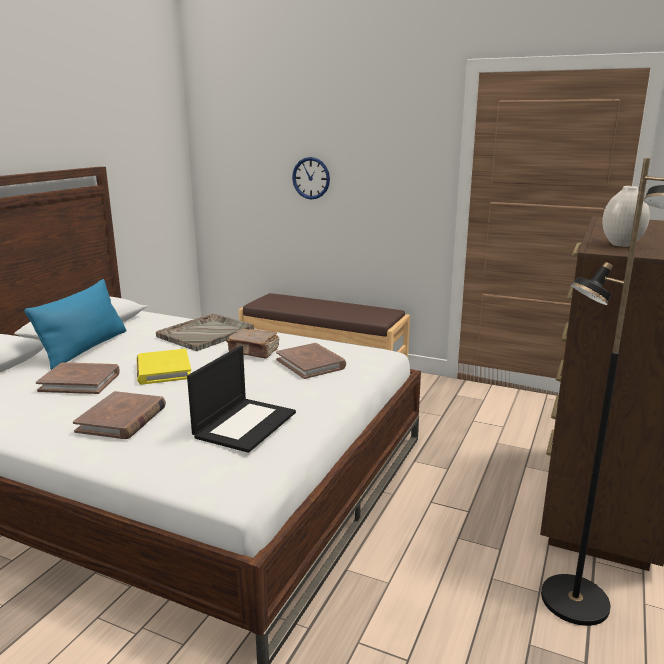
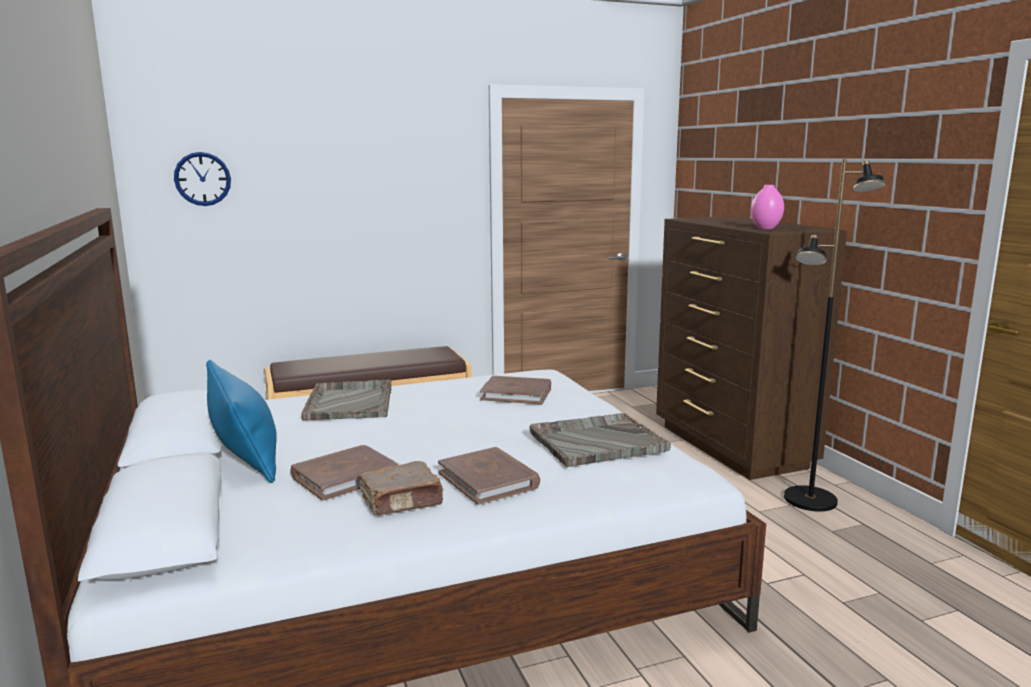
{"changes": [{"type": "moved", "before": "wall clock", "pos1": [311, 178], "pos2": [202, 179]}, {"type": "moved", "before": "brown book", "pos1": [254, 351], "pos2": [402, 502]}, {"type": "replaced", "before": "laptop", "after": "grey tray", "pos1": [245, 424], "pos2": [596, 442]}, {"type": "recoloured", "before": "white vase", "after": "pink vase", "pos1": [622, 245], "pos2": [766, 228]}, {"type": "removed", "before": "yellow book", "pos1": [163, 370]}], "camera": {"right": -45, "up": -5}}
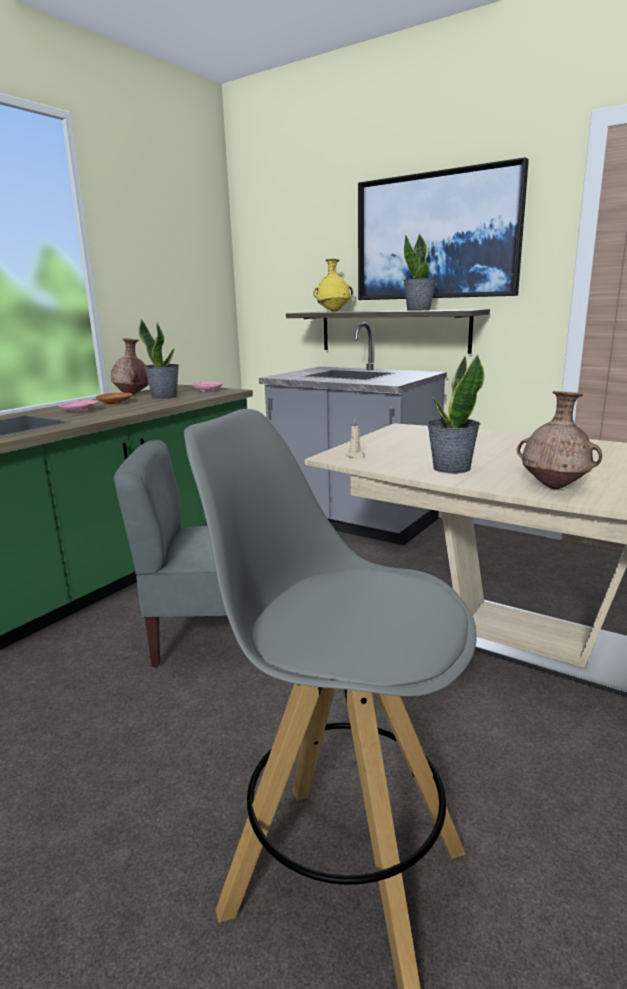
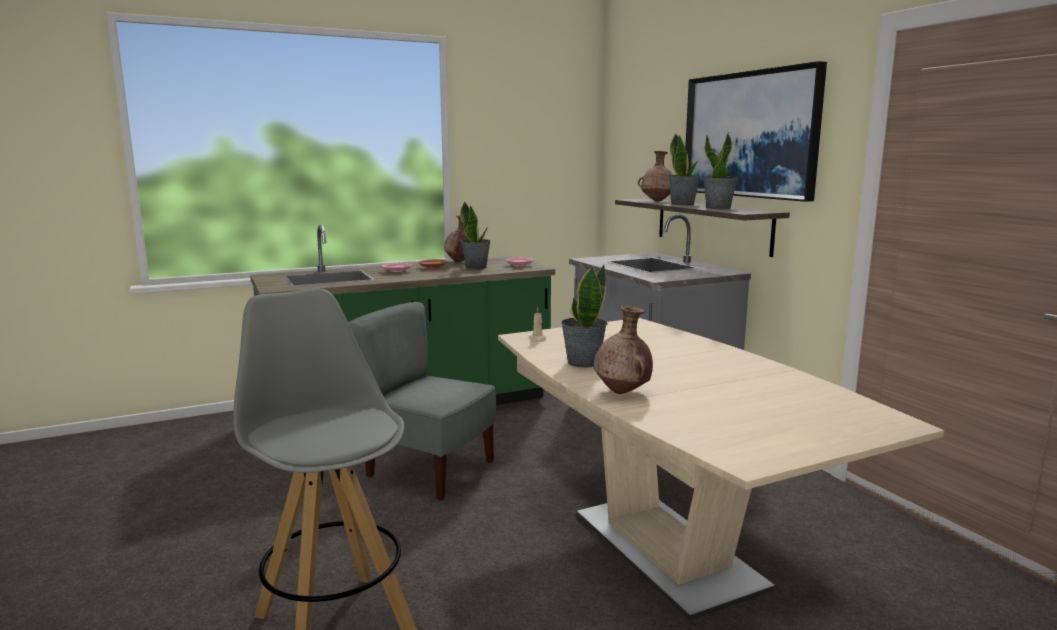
{"changes": [{"type": "recoloured", "before": "yellow vase", "after": "brown vase", "pos1": [334, 311], "pos2": [658, 201]}, {"type": "added", "after": "potted plant", "pos2": [683, 204]}], "camera": {"right": 30, "up": -5}}
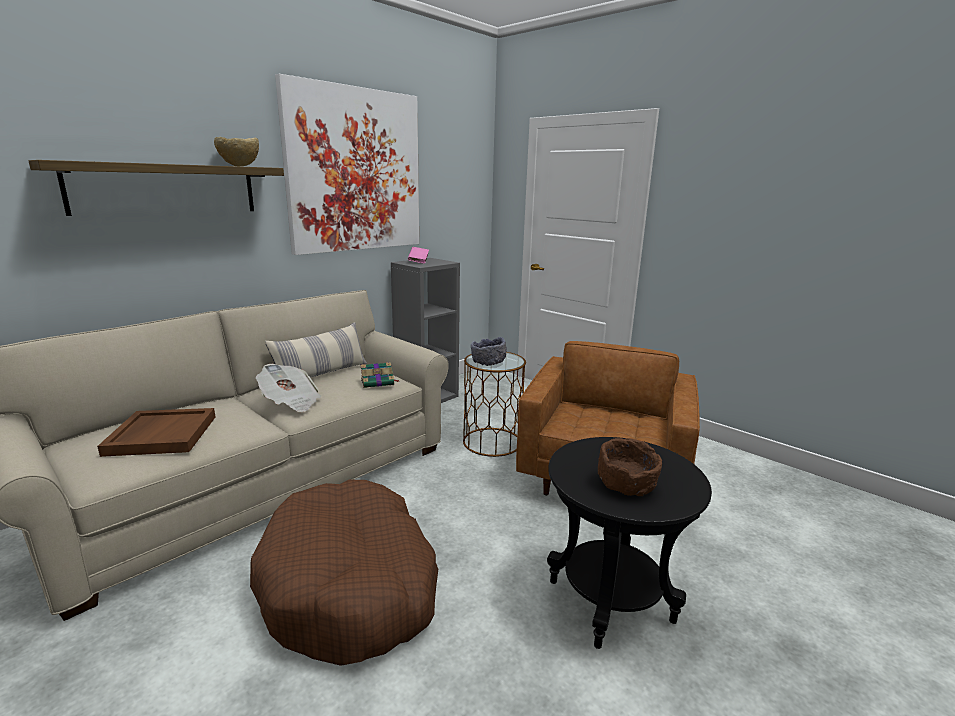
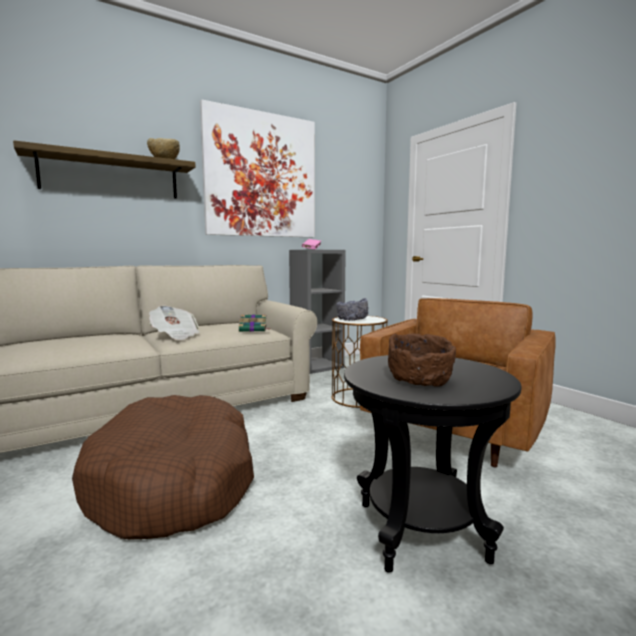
{"changes": [{"type": "removed", "before": "brown tray", "pos1": [161, 435]}, {"type": "removed", "before": "pillow", "pos1": [322, 374]}], "camera": {"right": 15, "up": -10}}
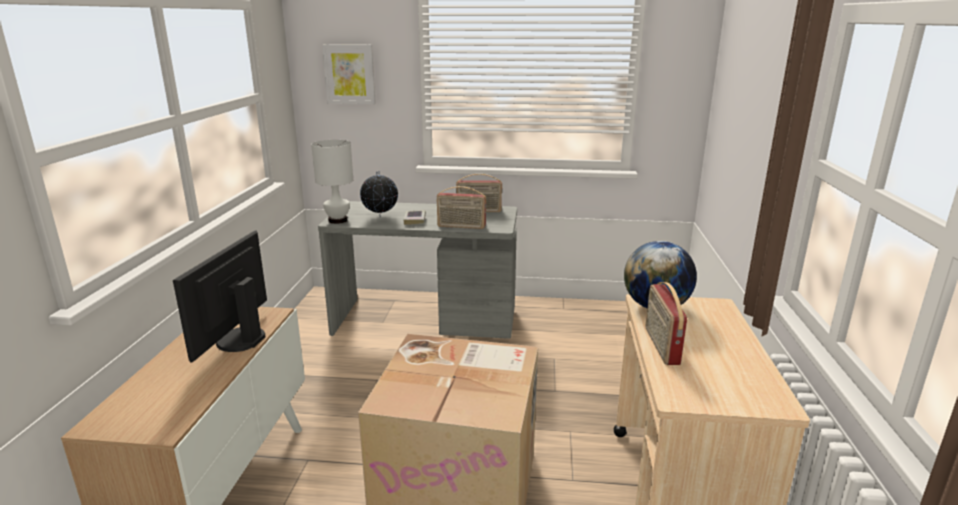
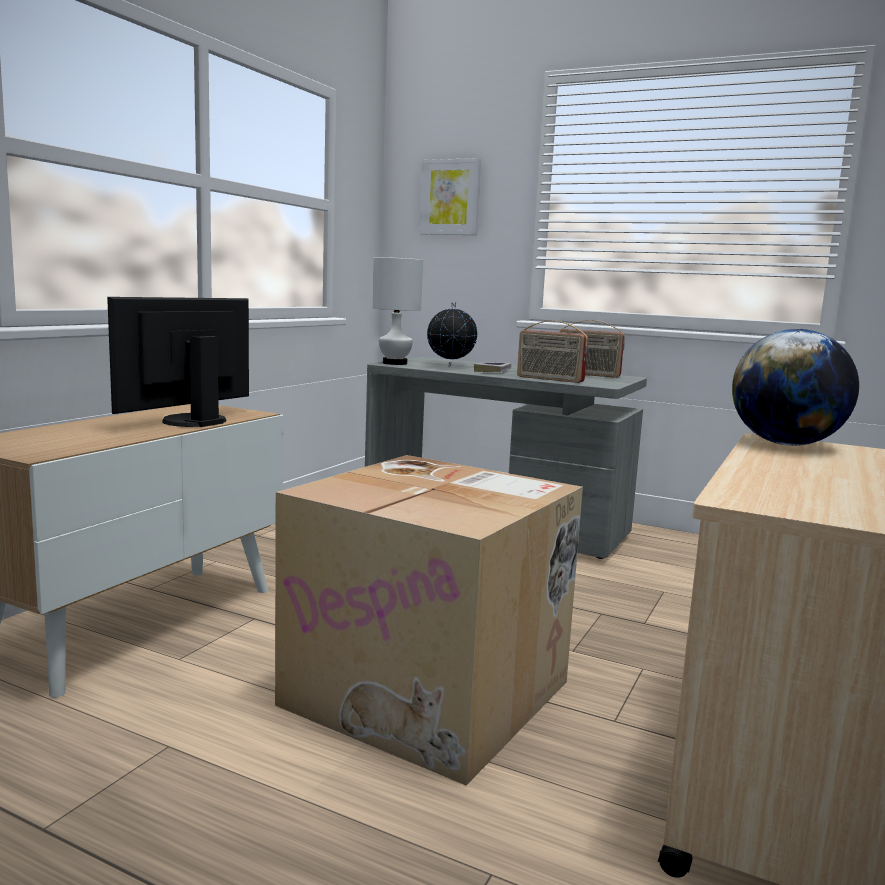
{"changes": [{"type": "removed", "before": "radio", "pos1": [660, 346]}], "camera": {"right": 20, "up": -10}}
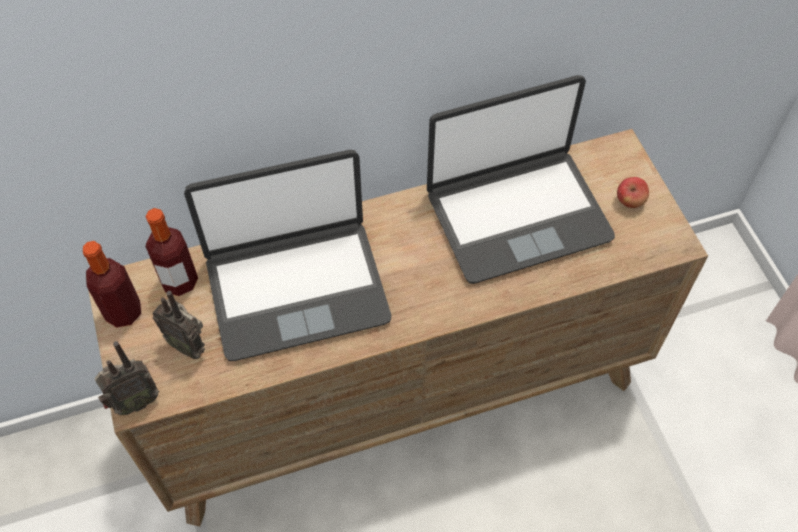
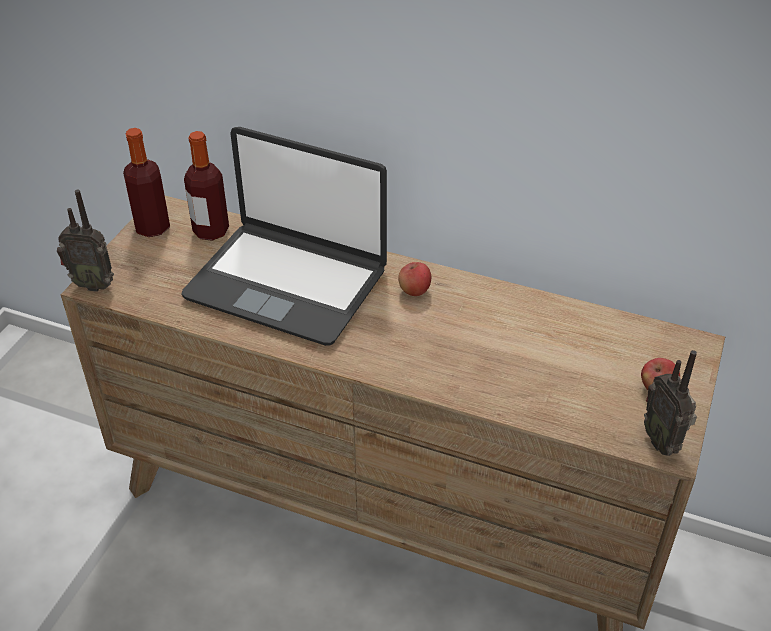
{"changes": [{"type": "added", "after": "apple", "pos2": [414, 290]}, {"type": "moved", "before": "radio", "pos1": [188, 345], "pos2": [662, 441]}, {"type": "removed", "before": "laptop", "pos1": [517, 215]}], "camera": {"right": 40, "up": -15}}
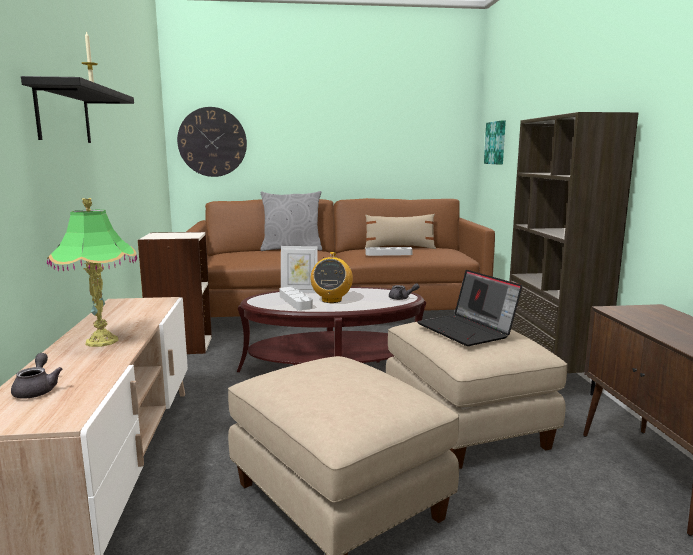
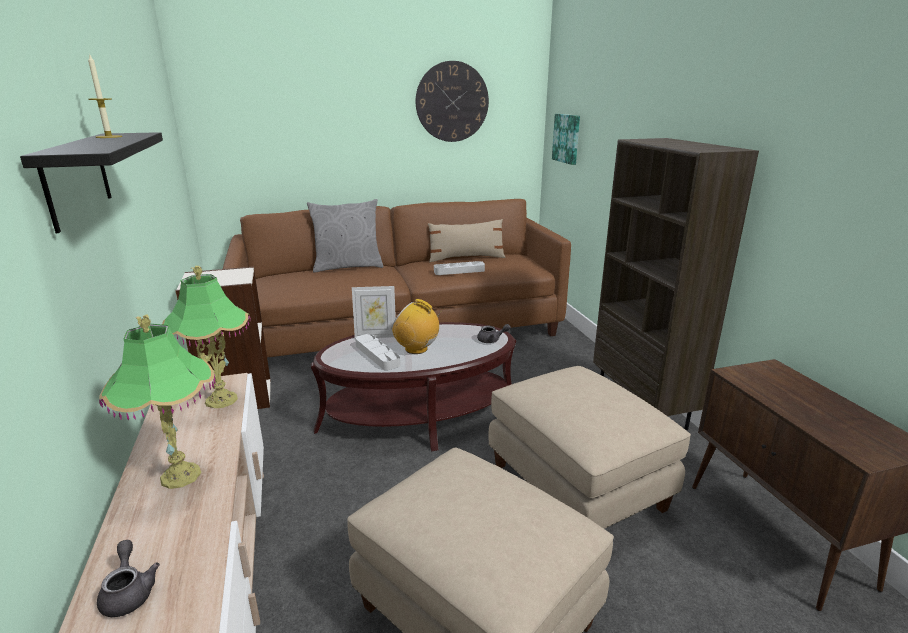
{"changes": [{"type": "added", "after": "table lamp", "pos2": [221, 400]}, {"type": "turned", "before": "radio", "pos1": [331, 300], "pos2": [416, 349], "turn": 120}, {"type": "moved", "before": "wall clock", "pos1": [212, 142], "pos2": [452, 102]}, {"type": "removed", "before": "laptop", "pos1": [467, 330]}], "camera": {"right": -10, "up": 10}}
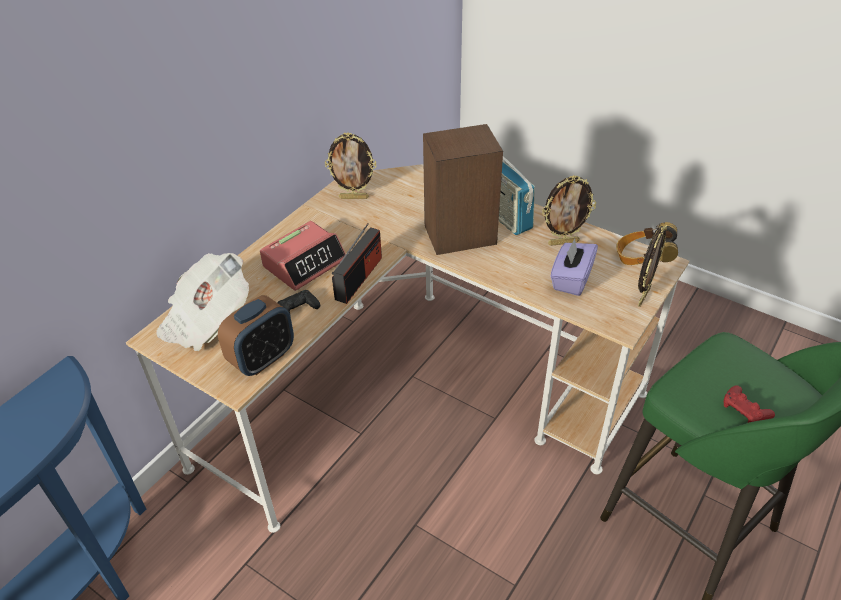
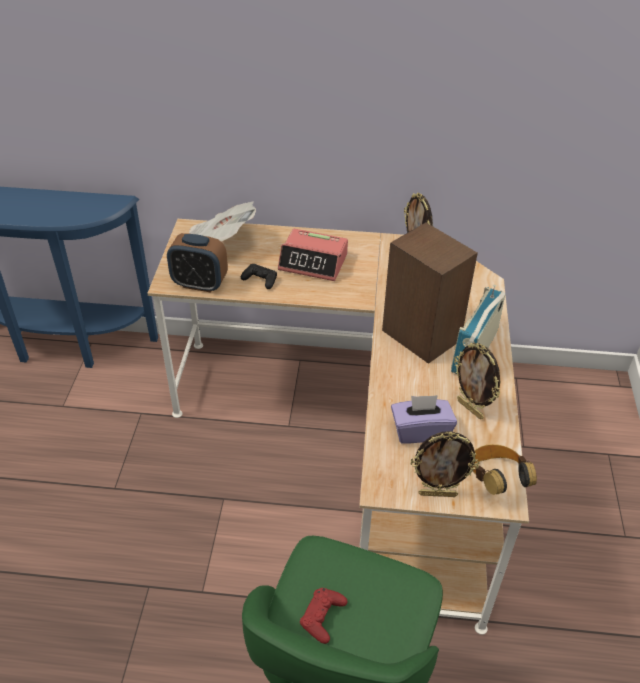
{"changes": [{"type": "removed", "before": "radio", "pos1": [359, 278]}], "camera": {"right": 60, "up": 0}}
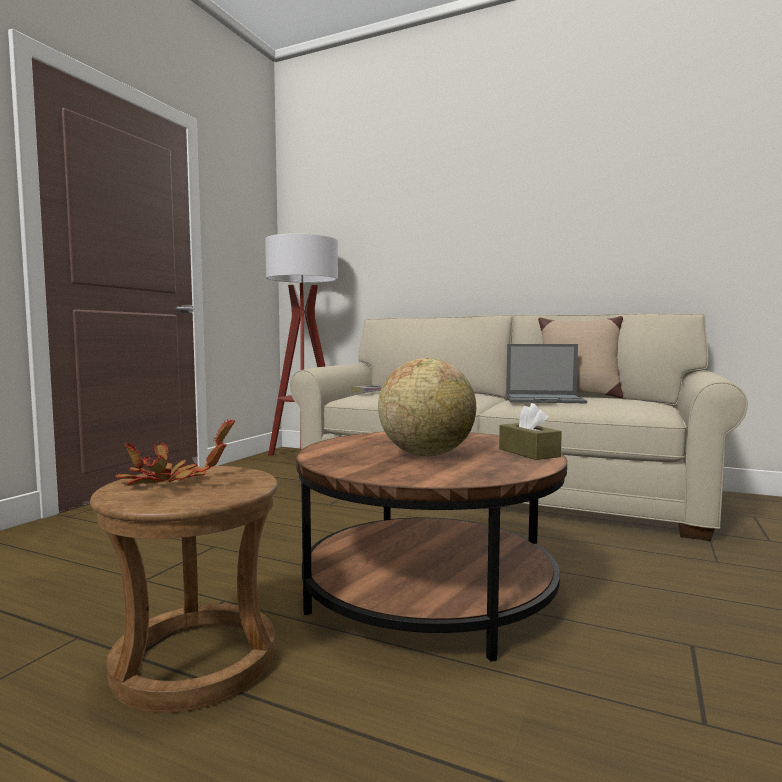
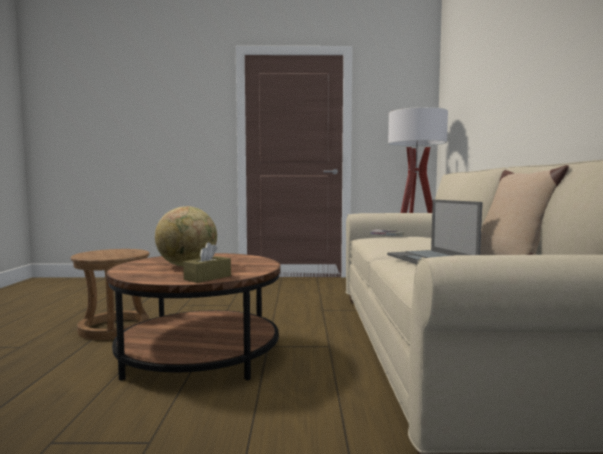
{"changes": [{"type": "removed", "before": "potted plant", "pos1": [169, 482]}], "camera": {"right": 65, "up": 0}}
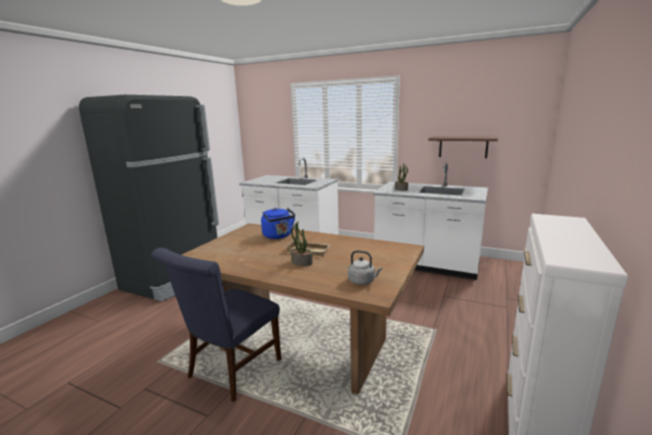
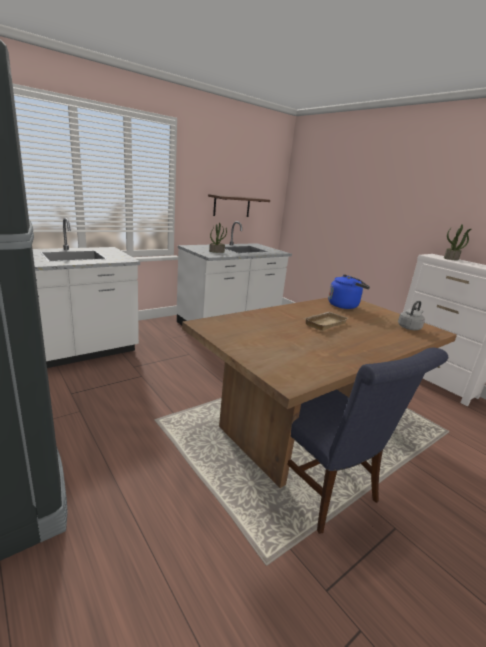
{"changes": [{"type": "moved", "before": "blue kettle", "pos1": [278, 236], "pos2": [344, 305]}, {"type": "moved", "before": "potted plant", "pos1": [301, 262], "pos2": [451, 259]}], "camera": {"right": -65, "up": 5}}
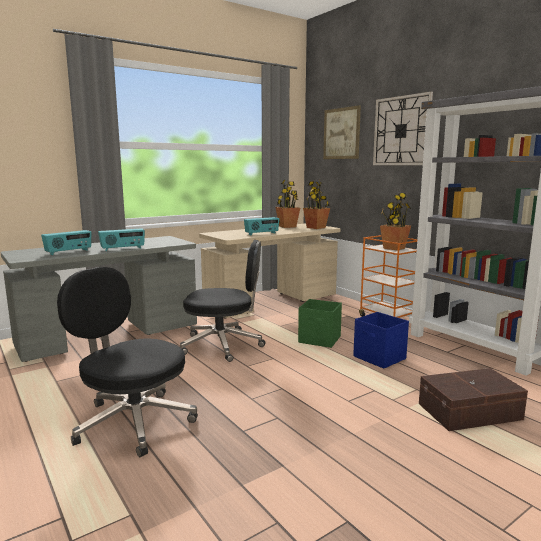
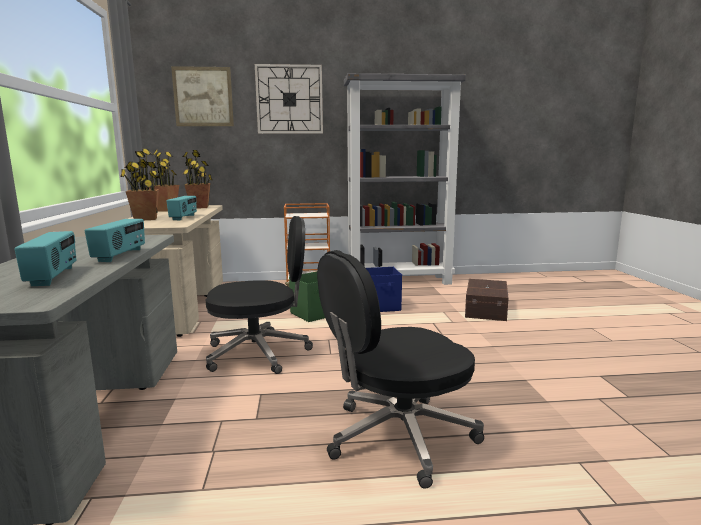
{"changes": [{"type": "moved", "before": "potted plant", "pos1": [394, 248], "pos2": [145, 219]}, {"type": "turned", "before": "black office chair", "pos1": [223, 345], "pos2": [260, 353], "turn": 45}], "camera": {"right": -60, "up": 0}}
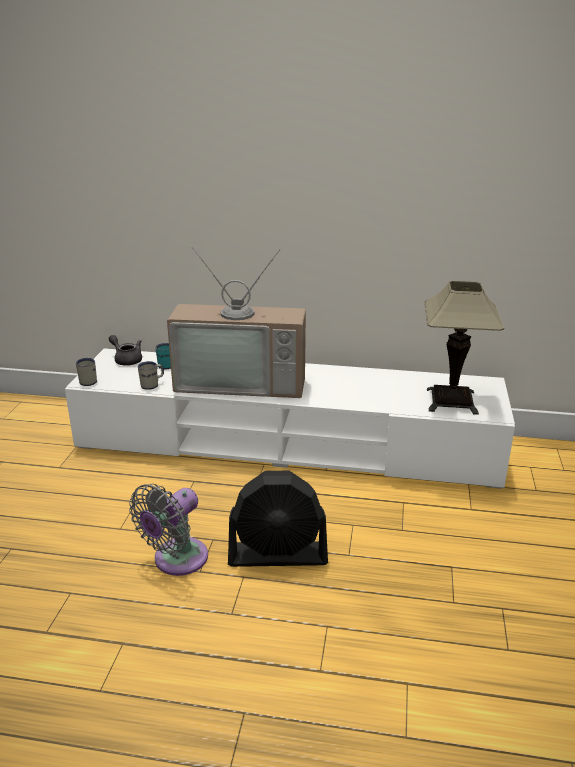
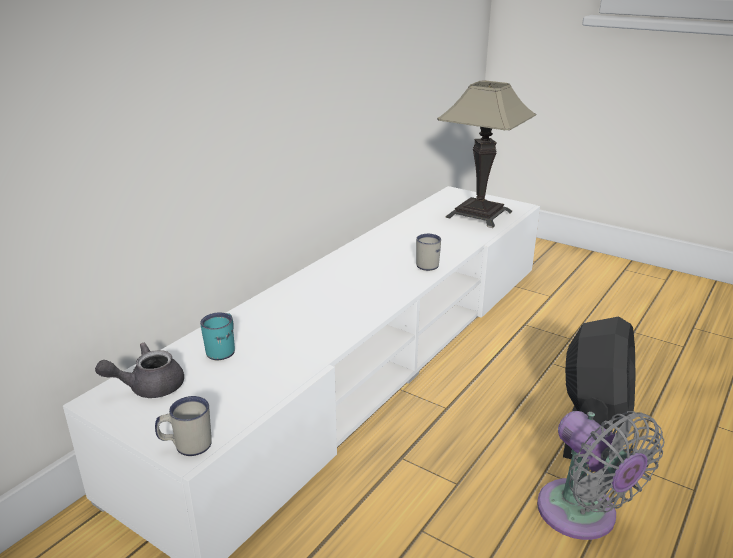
{"changes": [{"type": "moved", "before": "white mug", "pos1": [152, 385], "pos2": [426, 264]}, {"type": "removed", "before": "television", "pos1": [242, 381]}], "camera": {"right": -65, "up": 0}}
